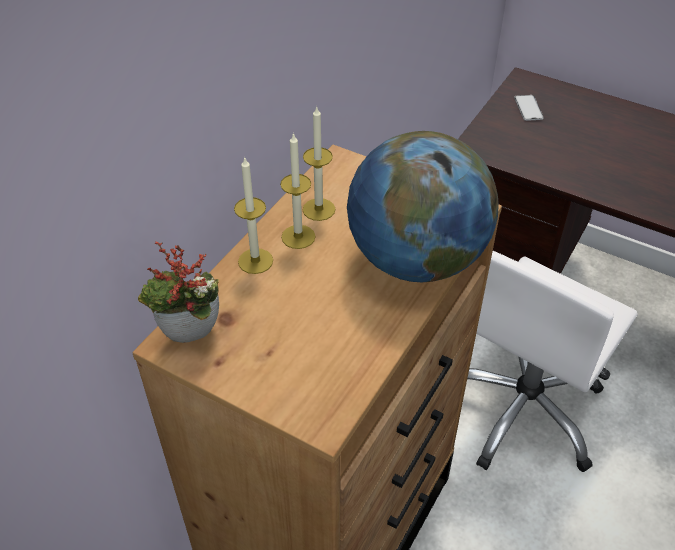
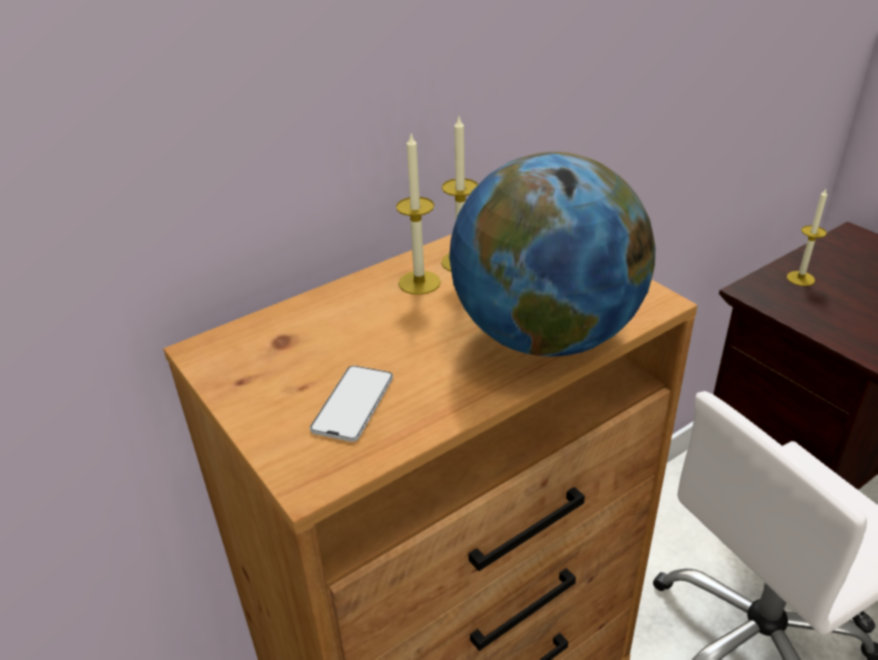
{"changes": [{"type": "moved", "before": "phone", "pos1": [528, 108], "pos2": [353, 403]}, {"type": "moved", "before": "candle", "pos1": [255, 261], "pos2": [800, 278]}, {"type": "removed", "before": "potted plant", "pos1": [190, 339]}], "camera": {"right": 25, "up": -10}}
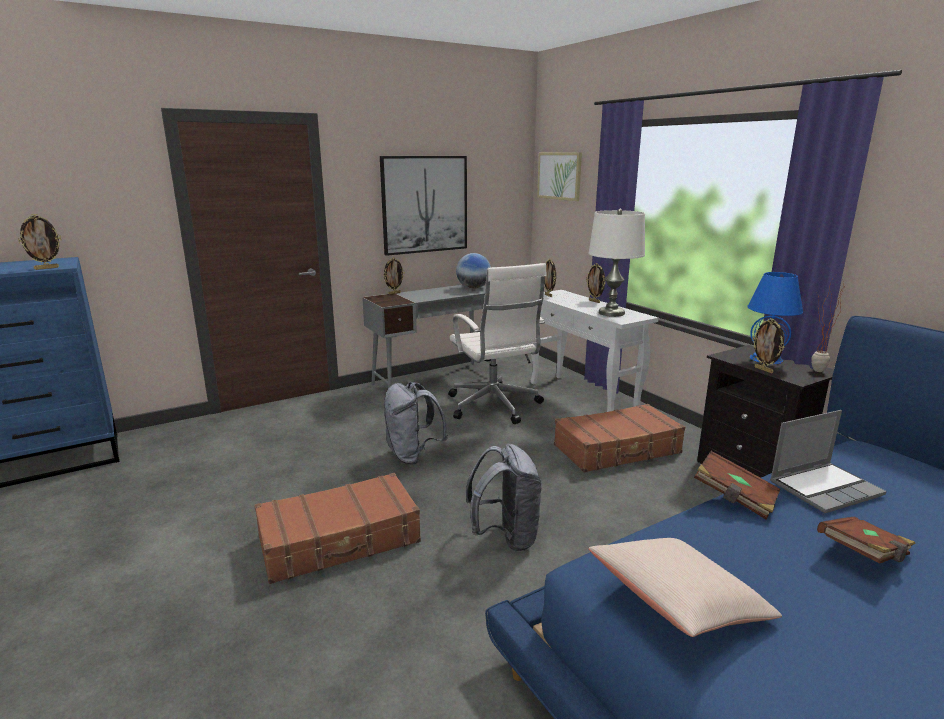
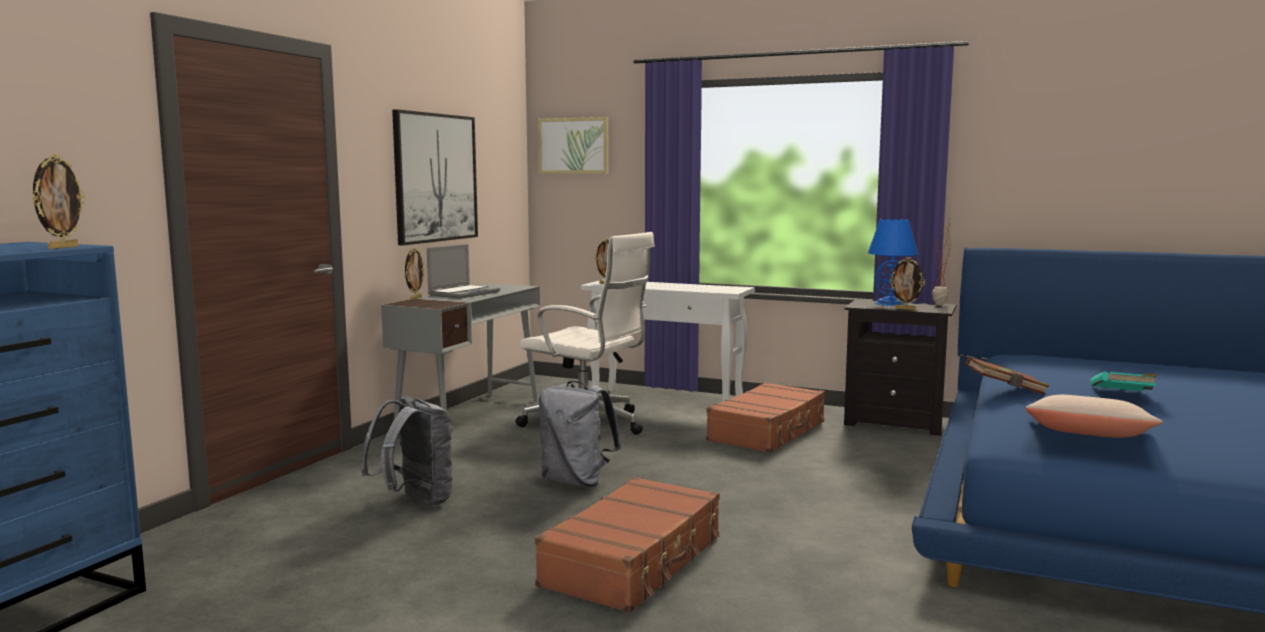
{"changes": [{"type": "moved", "before": "grey backpack", "pos1": [506, 537], "pos2": [415, 502]}, {"type": "moved", "before": "laptop", "pos1": [825, 488], "pos2": [464, 293]}, {"type": "recoloured", "before": "brown book", "after": "turquoise book", "pos1": [863, 555], "pos2": [1122, 396]}, {"type": "removed", "before": "globe", "pos1": [473, 288]}, {"type": "removed", "before": "picture frame", "pos1": [594, 301]}, {"type": "removed", "before": "white table lamp", "pos1": [611, 313]}], "camera": {"right": -35, "up": -10}}
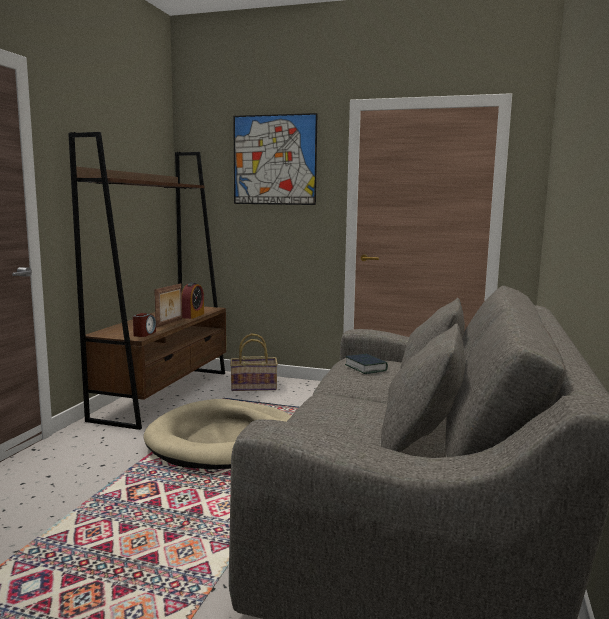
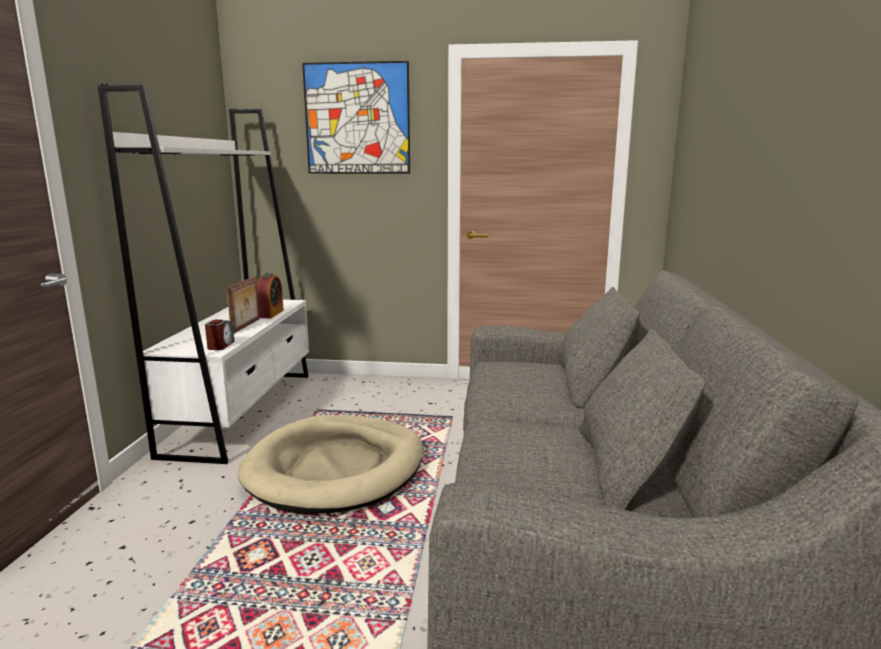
{"changes": [{"type": "recoloured", "before": "brown bookcase", "after": "white bookcase", "pos1": [164, 394], "pos2": [243, 411]}, {"type": "removed", "before": "basket", "pos1": [254, 386]}, {"type": "removed", "before": "book", "pos1": [365, 368]}], "camera": {"right": -10, "up": 5}}
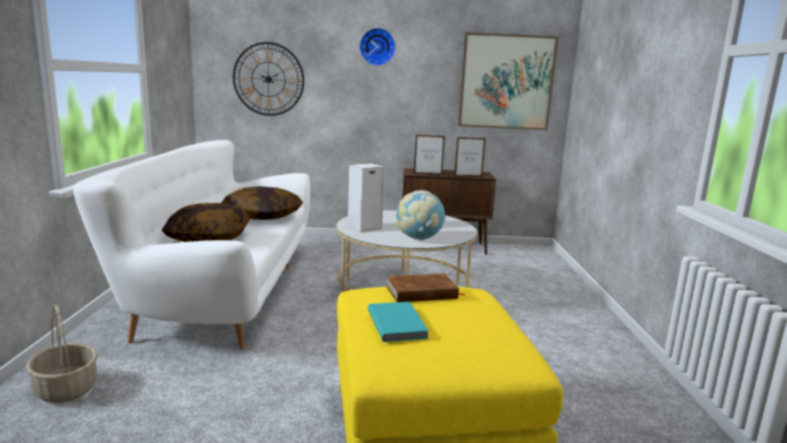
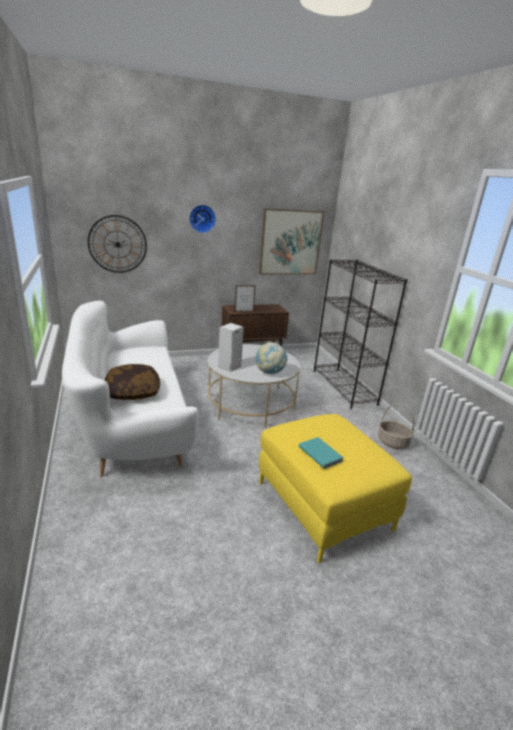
{"changes": [{"type": "added", "after": "black bookcase", "pos2": [344, 387]}, {"type": "moved", "before": "basket", "pos1": [65, 389], "pos2": [392, 442]}, {"type": "removed", "before": "pillow", "pos1": [262, 216]}, {"type": "removed", "before": "brown book", "pos1": [422, 293]}, {"type": "removed", "before": "picture frame", "pos1": [468, 176]}], "camera": {"right": -20, "up": 10}}
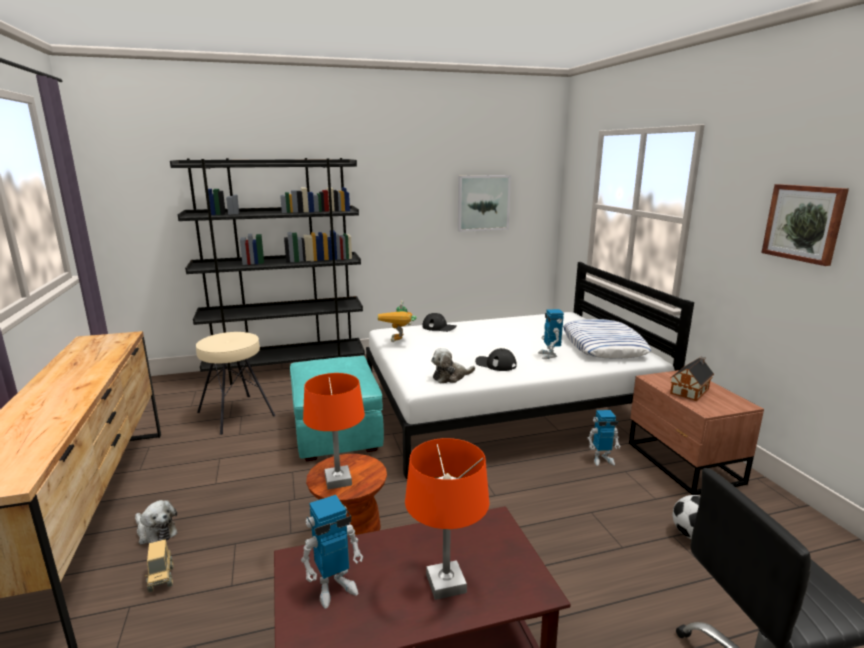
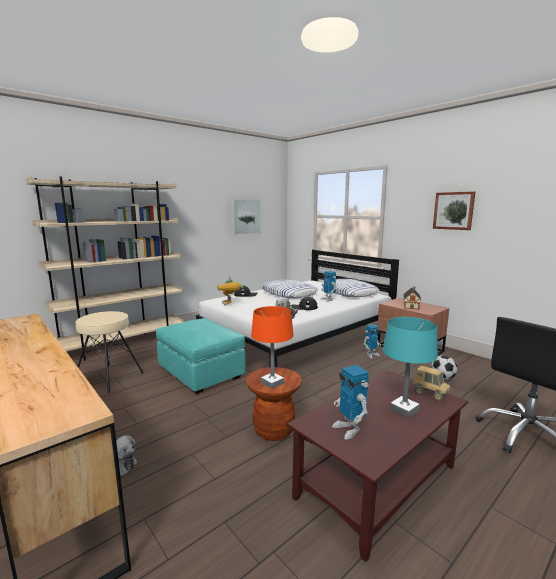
{"changes": [{"type": "recoloured", "before": "black bookcase", "after": "beige bookcase", "pos1": [287, 370], "pos2": [124, 344]}, {"type": "added", "after": "pillow", "pos2": [289, 293]}, {"type": "turned", "before": "toy robot", "pos1": [334, 587], "pos2": [349, 429], "turn": 120}, {"type": "recoloured", "before": "orange table lamp", "after": "turquoise table lamp", "pos1": [445, 583], "pos2": [404, 409]}, {"type": "moved", "before": "toy truck", "pos1": [161, 578], "pos2": [430, 394]}], "camera": {"right": -25, "up": -5}}
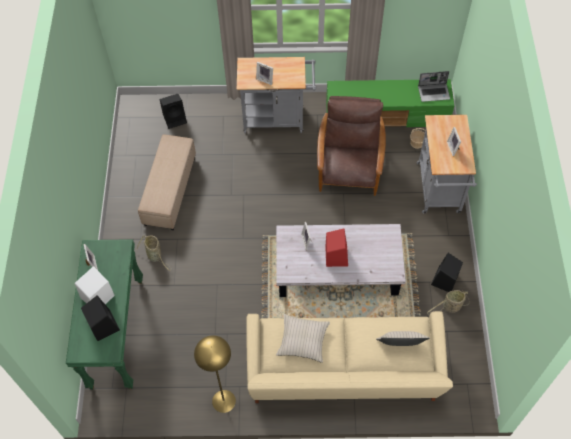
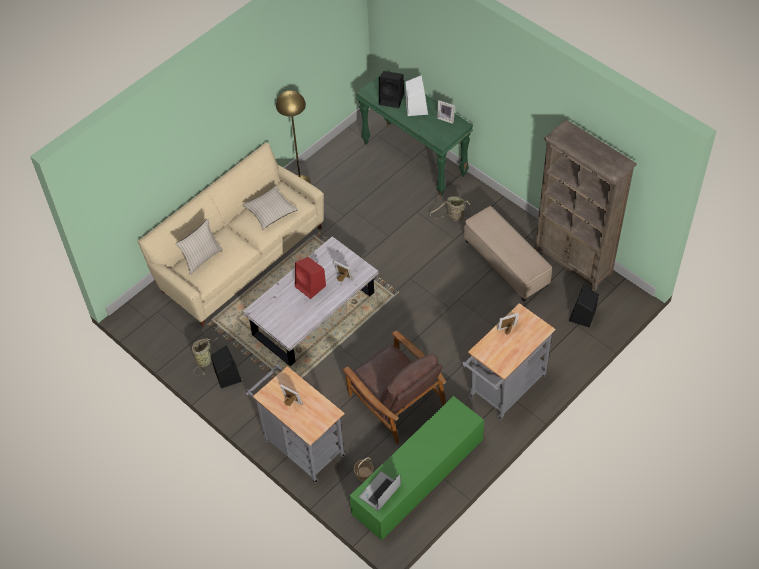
{"changes": [{"type": "added", "after": "brown bookcase", "pos2": [573, 262]}], "camera": {"right": 135, "up": -5}}
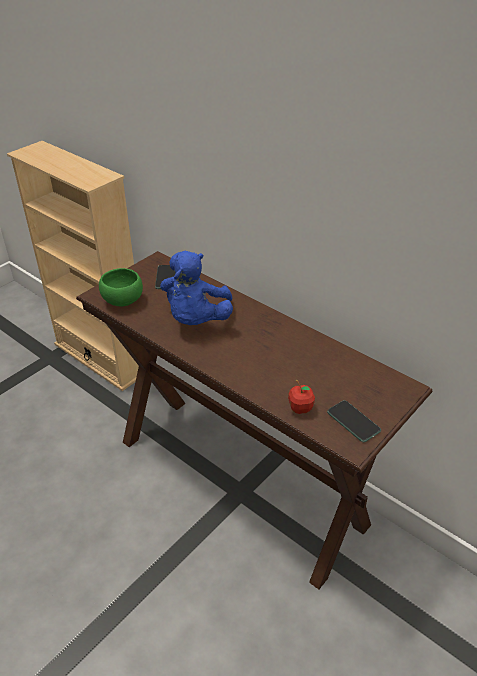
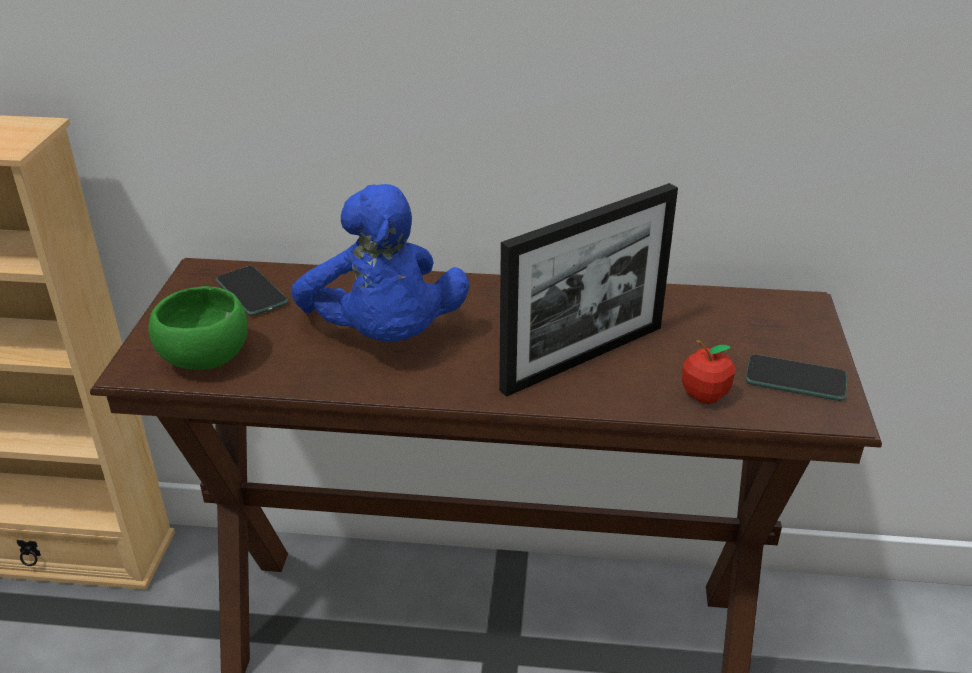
{"changes": [{"type": "added", "after": "picture frame", "pos2": [583, 358]}], "camera": {"right": -35, "up": -5}}
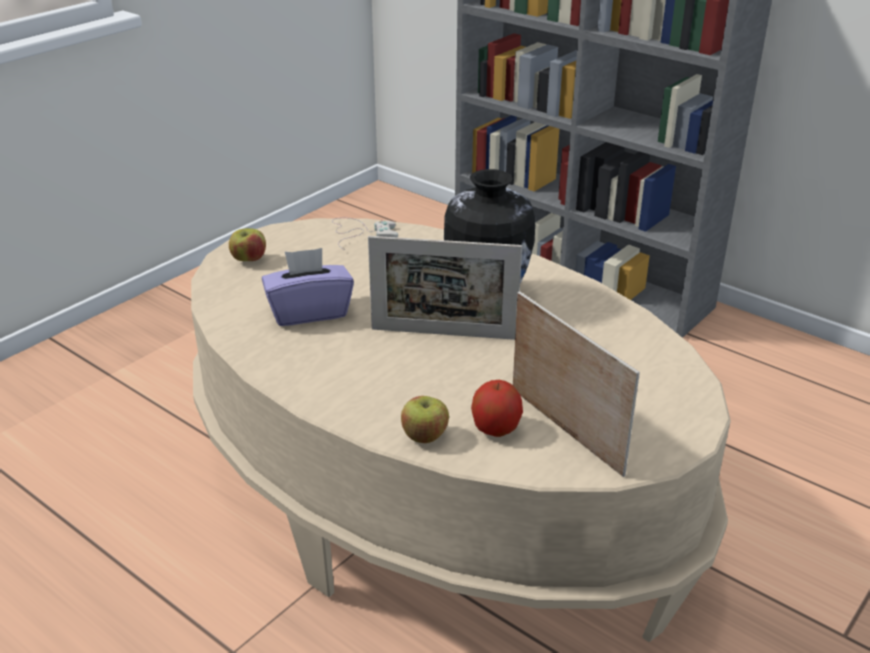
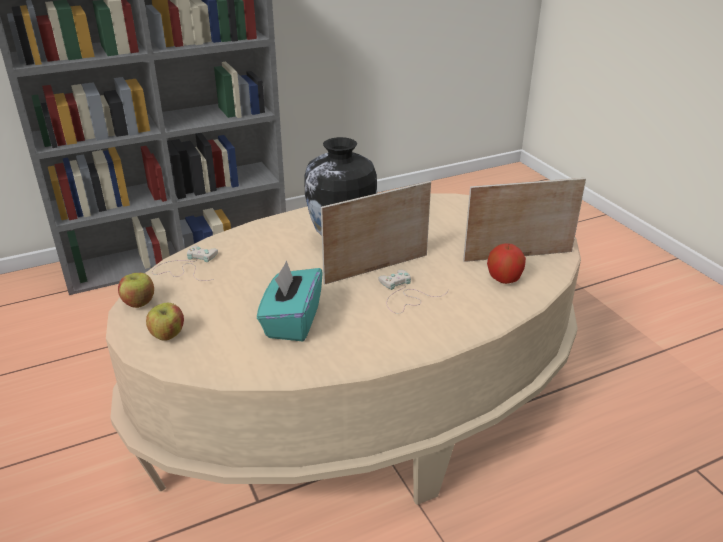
{"changes": [{"type": "moved", "before": "apple", "pos1": [424, 436], "pos2": [139, 303]}, {"type": "recoloured", "before": "purple tissue box", "after": "turquoise tissue box", "pos1": [309, 311], "pos2": [292, 321]}, {"type": "turned", "before": "picture frame", "pos1": [443, 334], "pos2": [376, 269], "turn": -150}, {"type": "added", "after": "white game controller", "pos2": [404, 295]}], "camera": {"right": -65, "up": 0}}
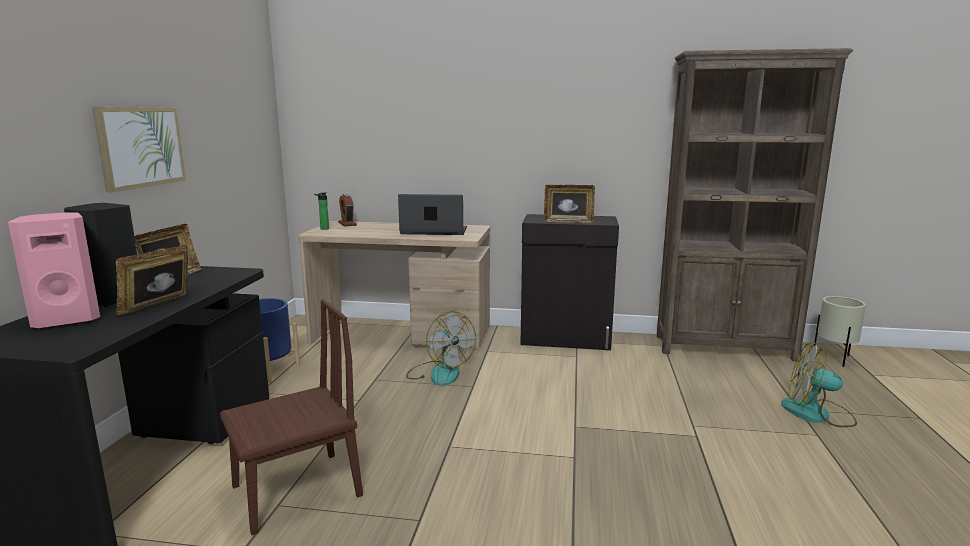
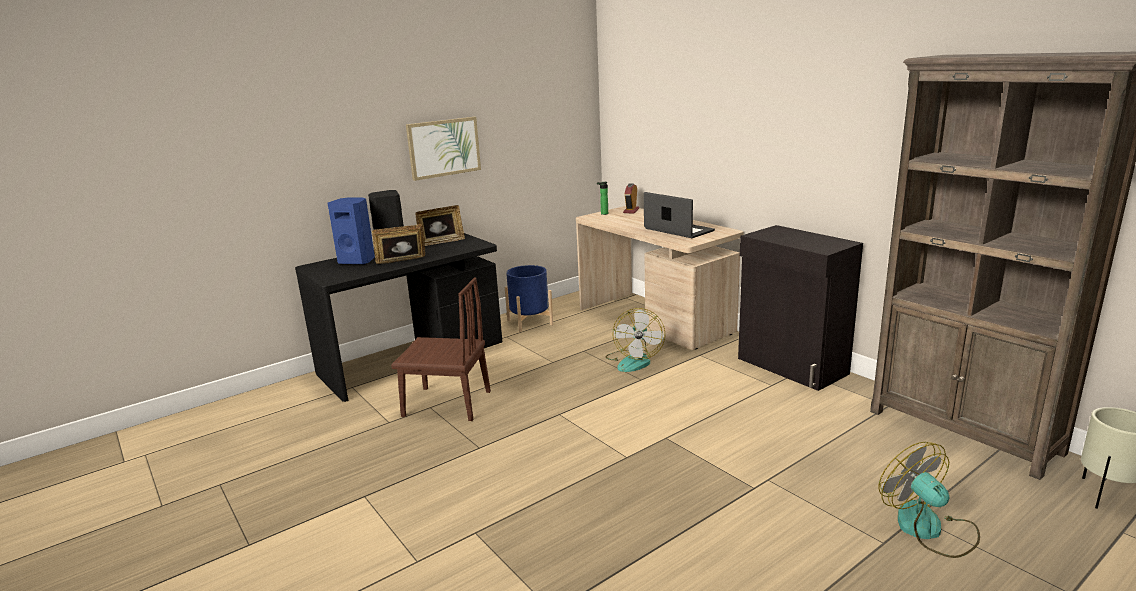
{"changes": [{"type": "recoloured", "before": "pink speaker", "after": "blue speaker", "pos1": [68, 319], "pos2": [358, 261]}, {"type": "removed", "before": "picture frame", "pos1": [568, 222]}], "camera": {"right": 45, "up": 5}}
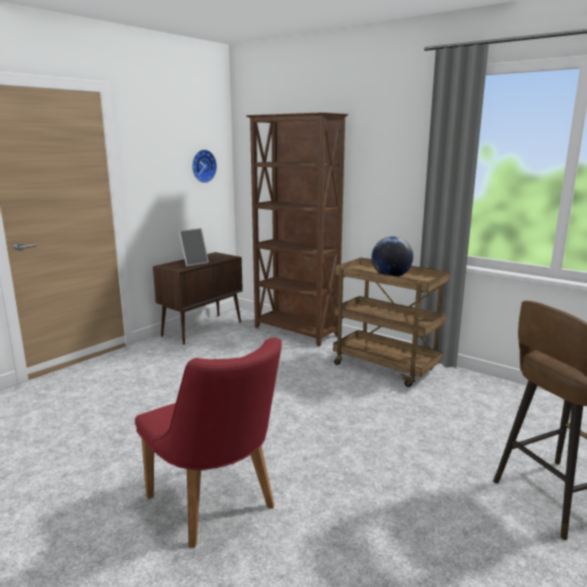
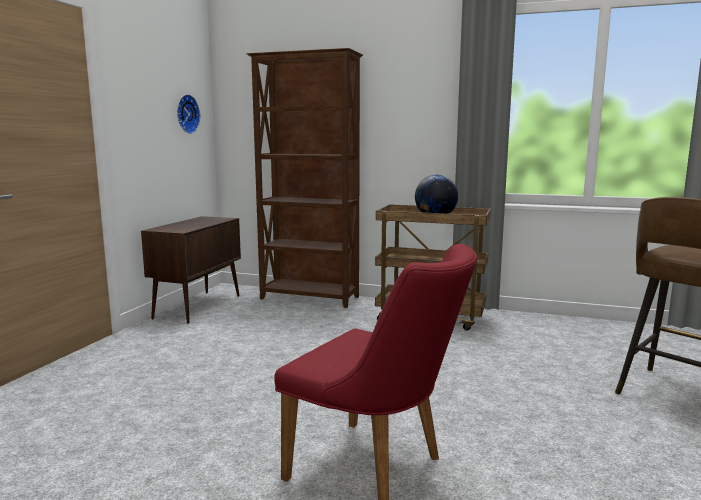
{"changes": [{"type": "removed", "before": "picture frame", "pos1": [194, 263]}], "camera": {"right": -20, "up": -5}}
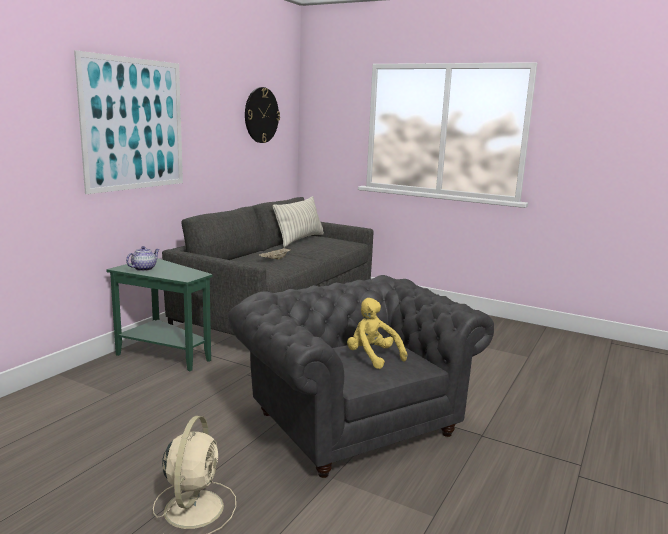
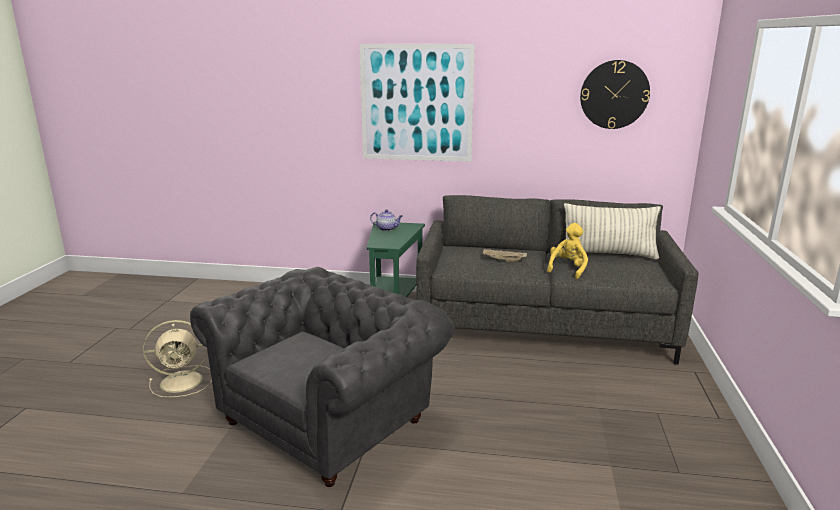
{"changes": [{"type": "moved", "before": "yellow plush toy", "pos1": [372, 357], "pos2": [567, 269]}], "camera": {"right": 70, "up": 5}}
